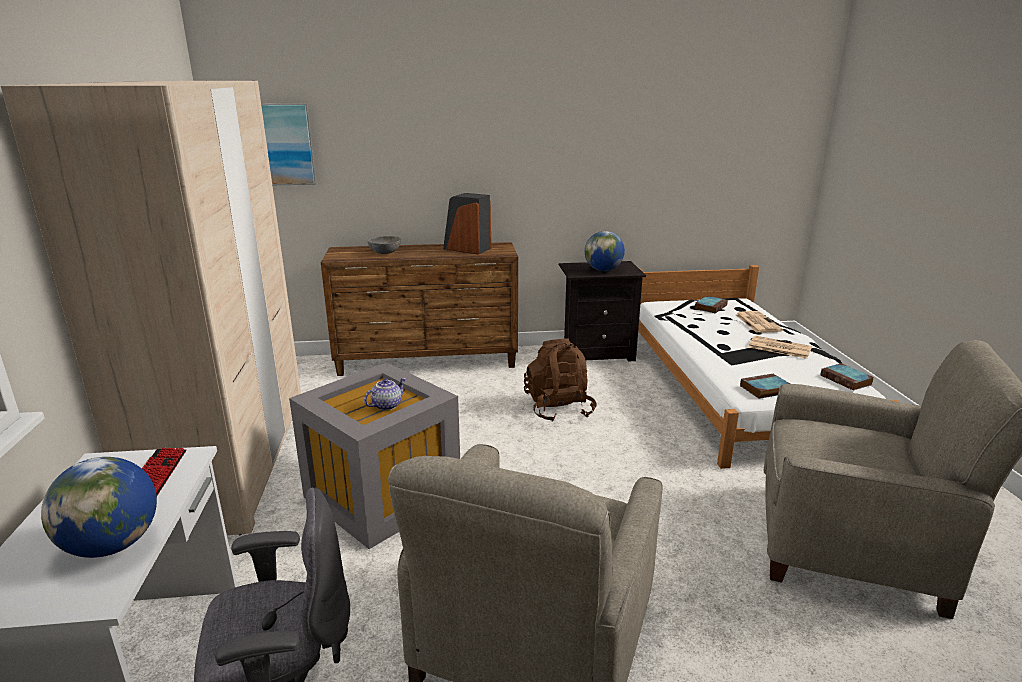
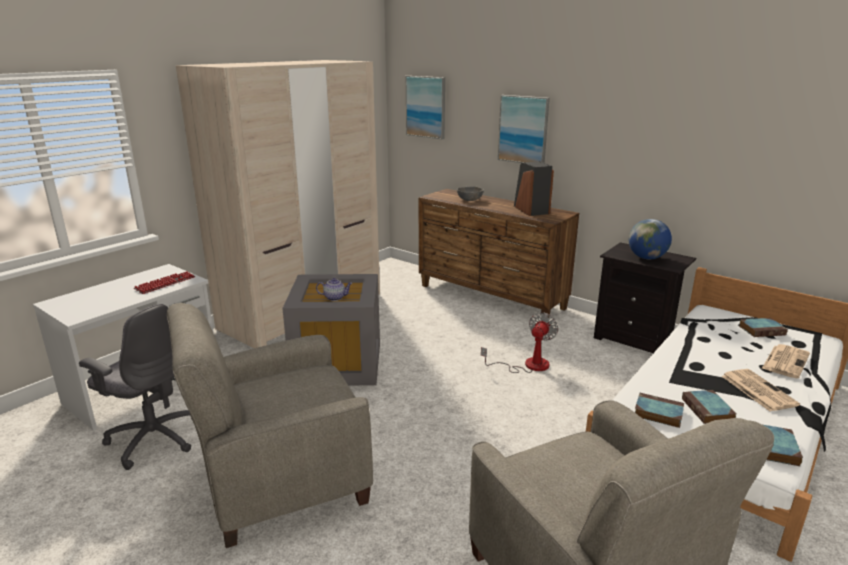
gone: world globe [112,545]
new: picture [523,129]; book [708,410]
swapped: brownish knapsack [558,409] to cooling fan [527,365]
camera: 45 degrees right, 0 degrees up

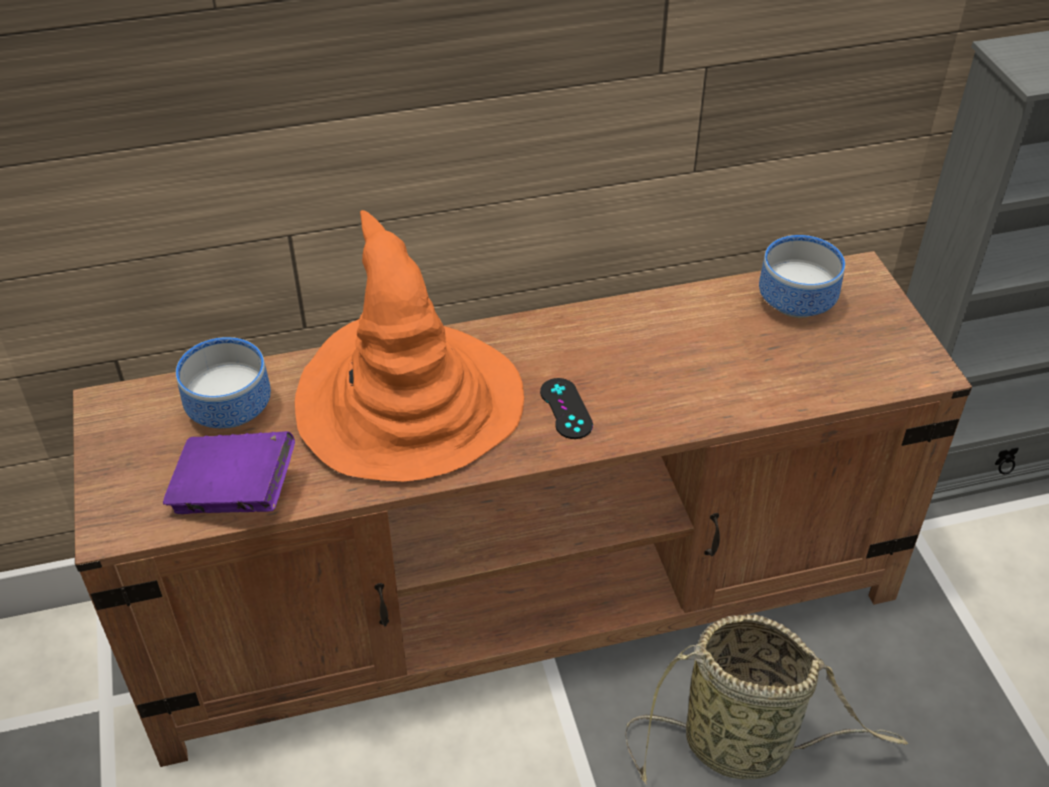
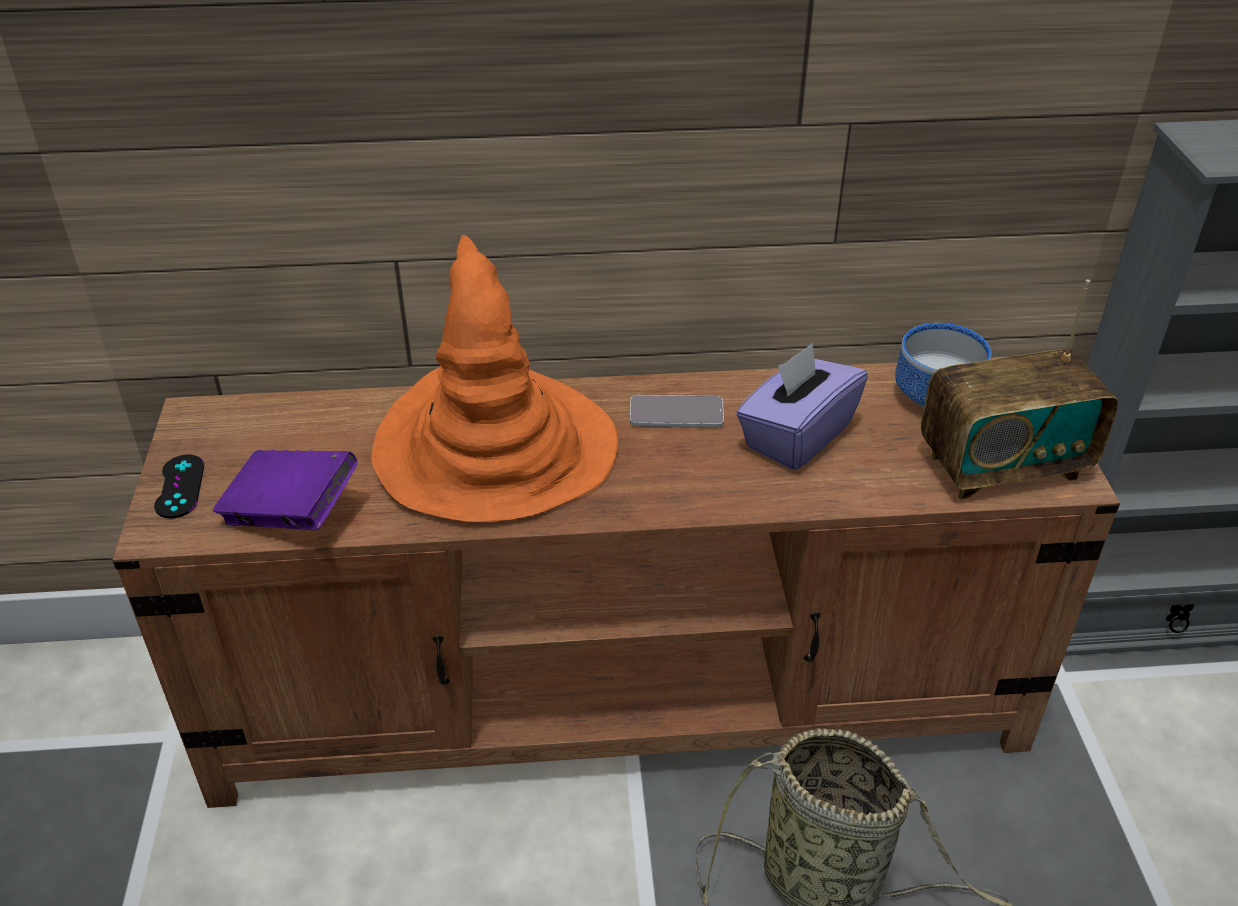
gone: bowl [233,408]
new: handset [676,413]; purplish tissue box [796,436]; radio receiver [1002,466]
shifted: black joypad [566,409] to [180,486]
camera: 10 degrees right, 5 degrees down

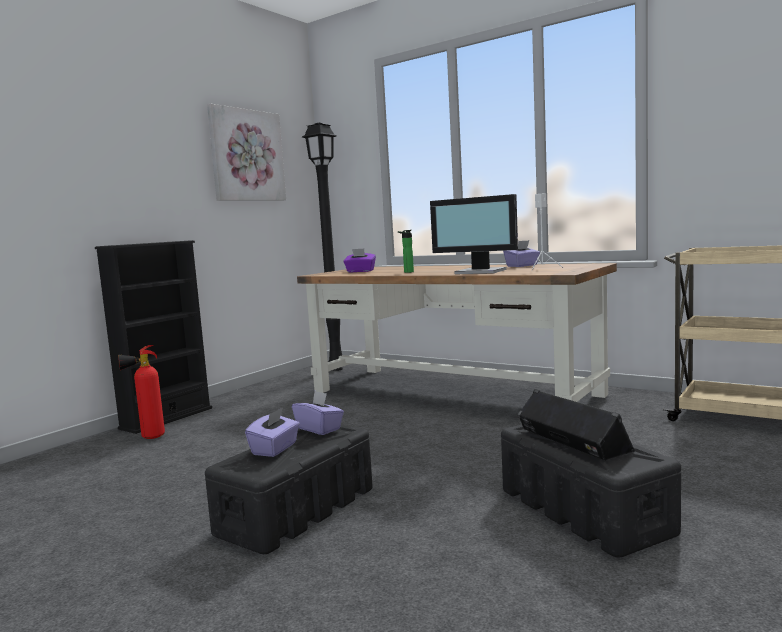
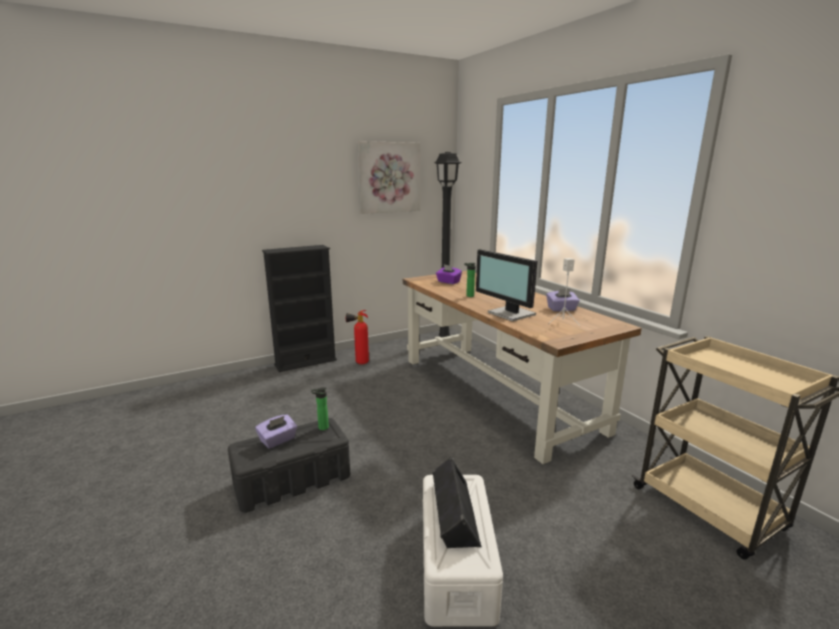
shifted: fire-fighting cylinder [147,438] to [359,363]
swapped: purplish tissue box [319,429] to drink bottle [321,428]
repainted: black storage container [584,511] to whitish storage container [456,564]
camera: 25 degrees right, 10 degrees up

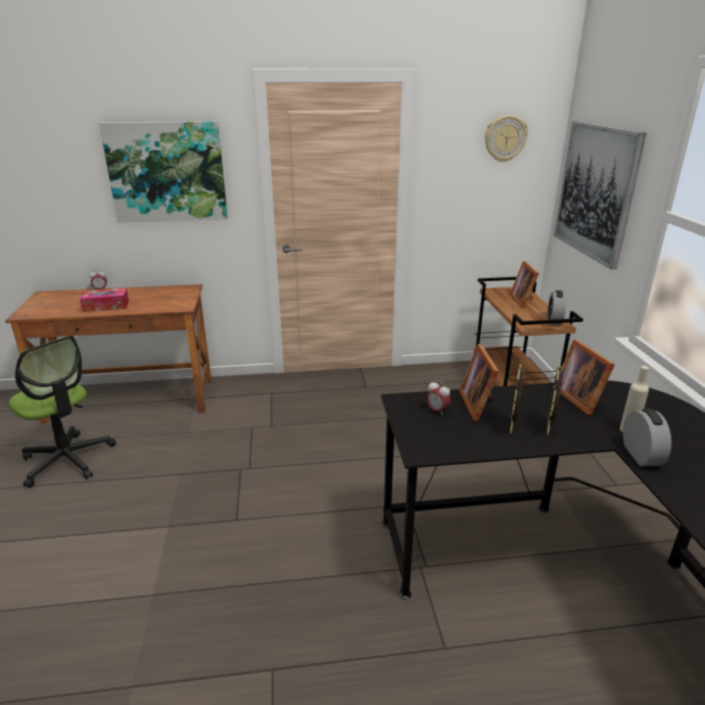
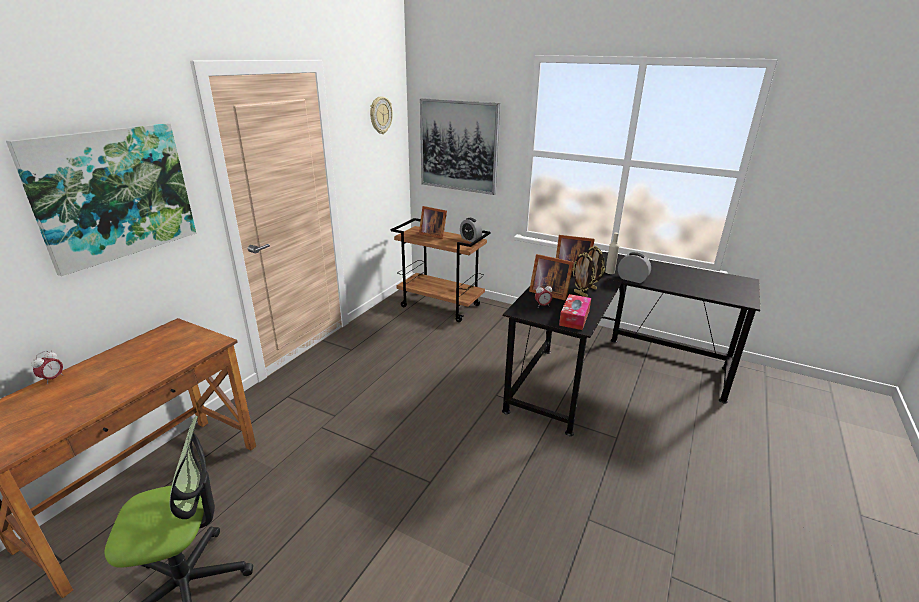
shifted: tissue box [106,306] to [574,318]
camera: 55 degrees left, 0 degrees up

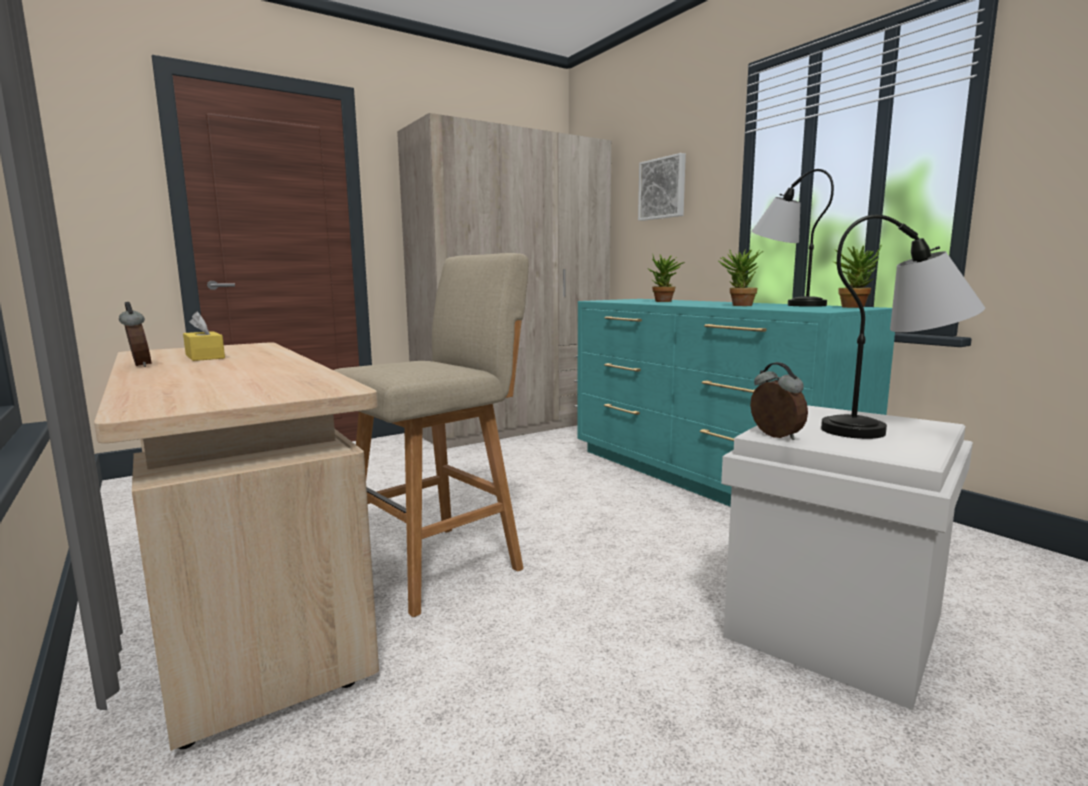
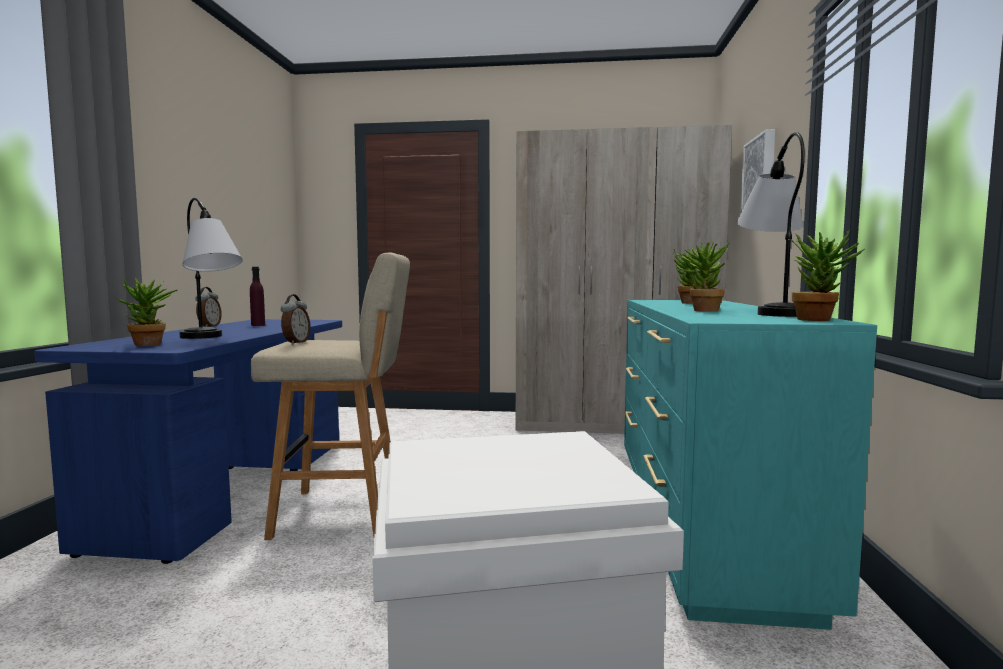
new: plant in a pot [150,345]
shifted: bedside clock [774,436] to [295,343]; tabletop lamp [895,431] to [209,338]
swapped: yellow-coloured tissue box [205,357] to purplish drink bottle [258,325]
repainted: beige desk unit [243,592] to blue-coloured desk unit [234,489]
camera: 40 degrees right, 5 degrees down

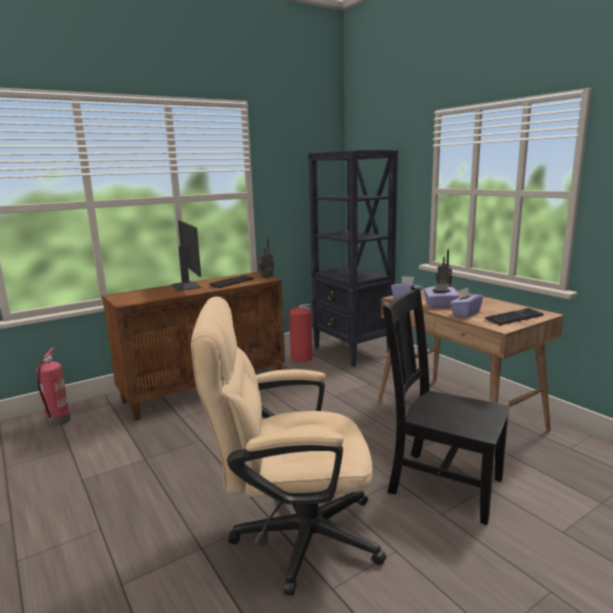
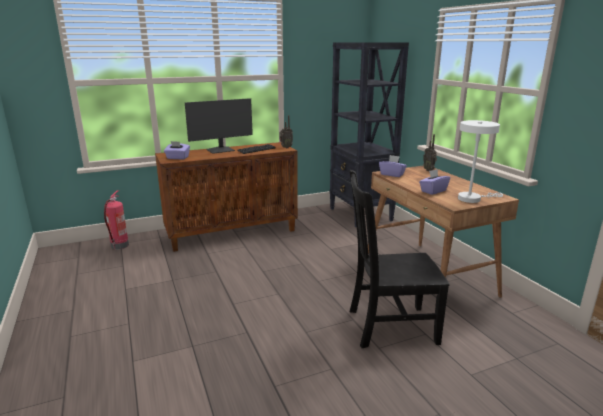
gone: beige desk chair [292,536]; fire-fighting cylinder [300,357]
shifted: purplish tissue box [440,306] to [177,158]
swapped: computer keyboard [514,318] to whitish tabletop lamp [472,198]
rotated: monitor [187,286] = [221,150] 75 degrees clockwise; black chair [441,483] = [388,326] 45 degrees counterclockwise
camera: 10 degrees right, 5 degrees up

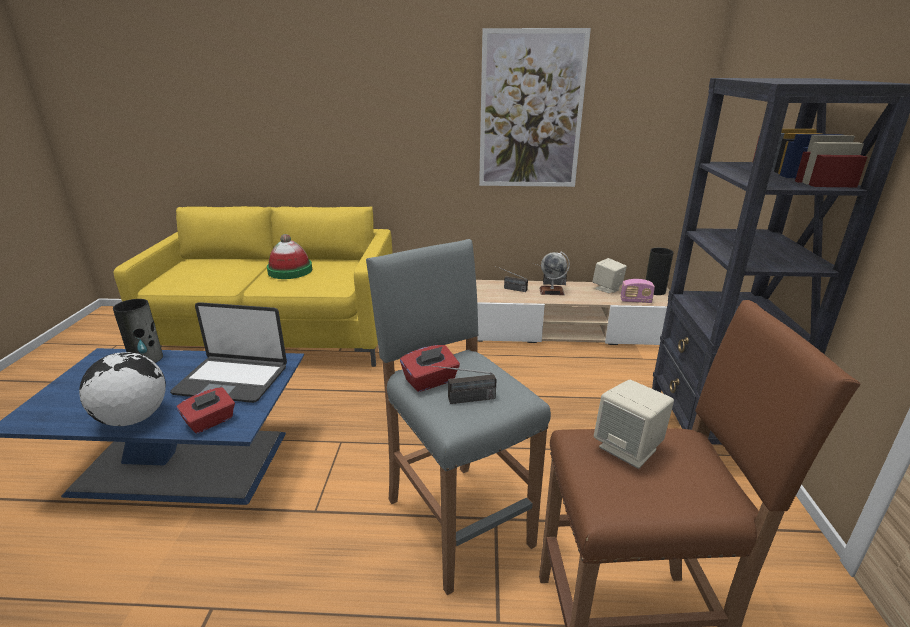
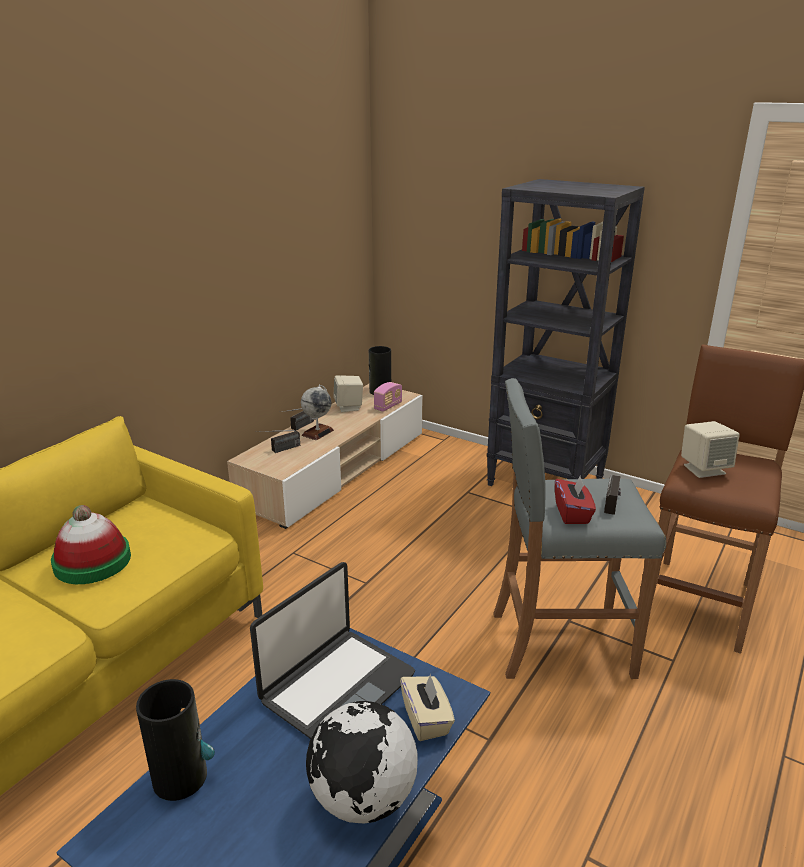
gone: picture [531,111]
repainted: reddish tissue box [210,421] to beige tissue box [426,720]
camera: 60 degrees left, 0 degrees up

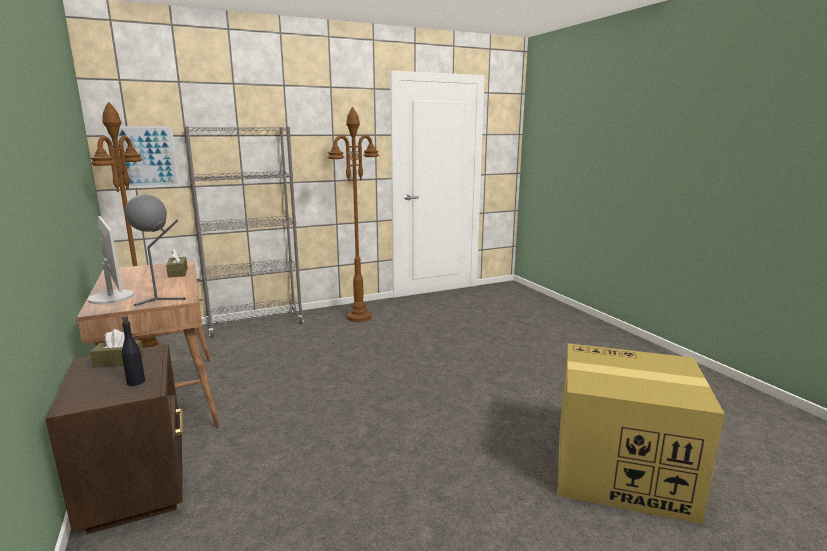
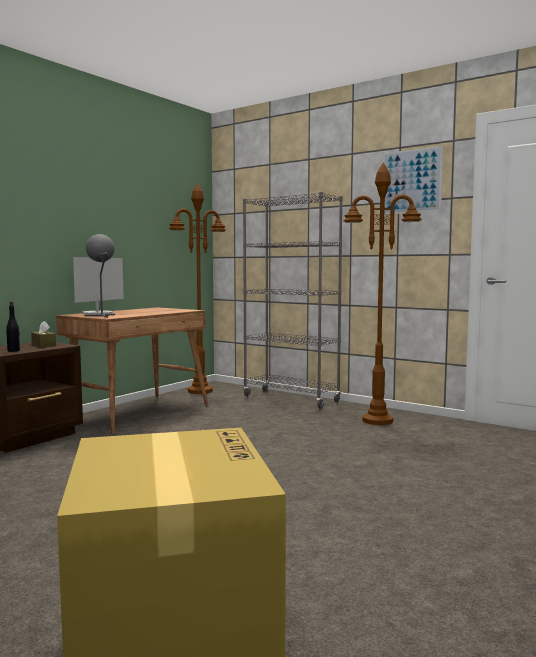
gone: brownish tissue box [178,273]
shifted: picture [143,157] to [411,181]
camera: 60 degrees right, 10 degrees down

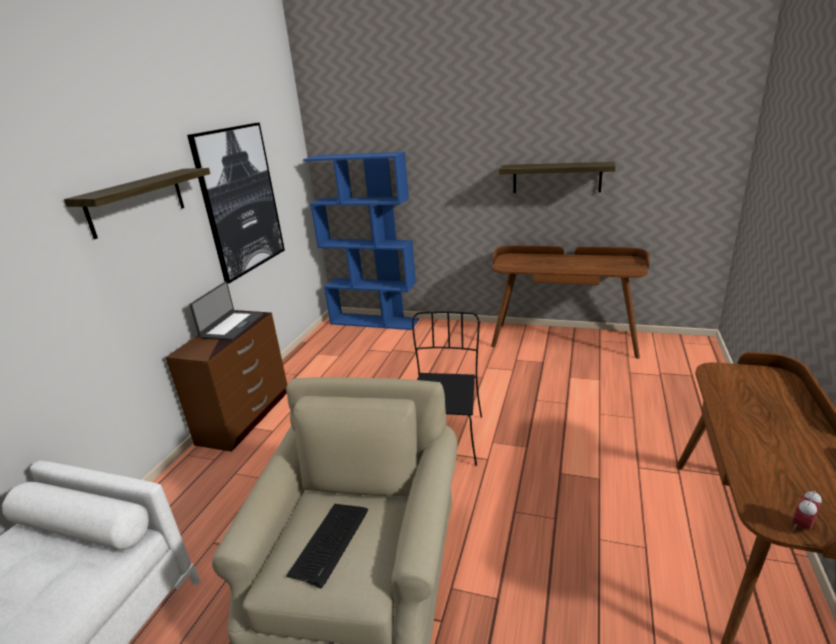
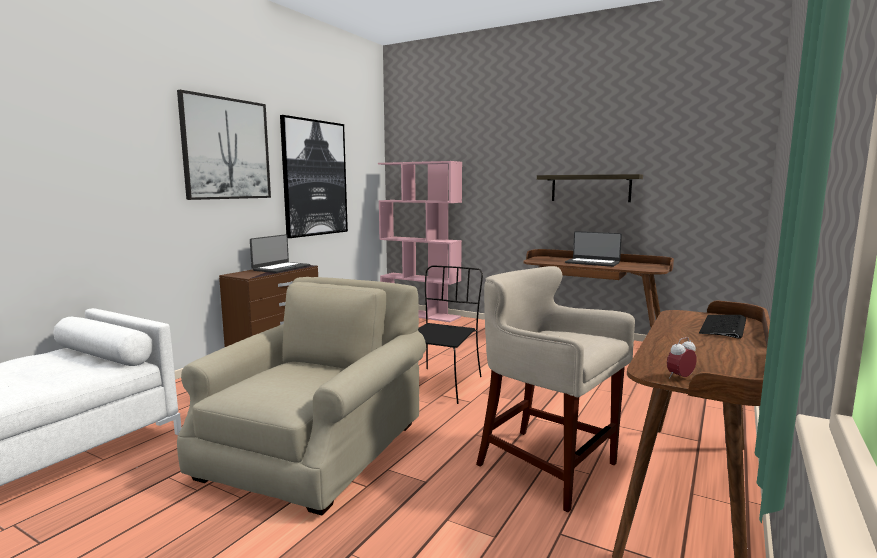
new: beige sitting stool [546,466]; notebook computer [592,262]
shifted: computer keyboard [330,543] to [724,327]
swapped: shelf [136,202] to picture [226,149]
repainted: blue-coloured shelving unit [375,321] to pinkish shelving unit [420,314]
camera: 10 degrees right, 15 degrees down

